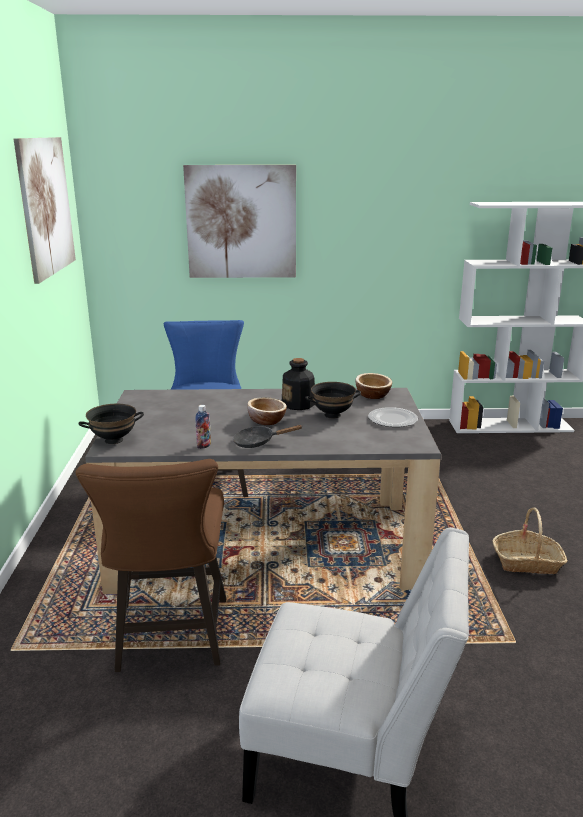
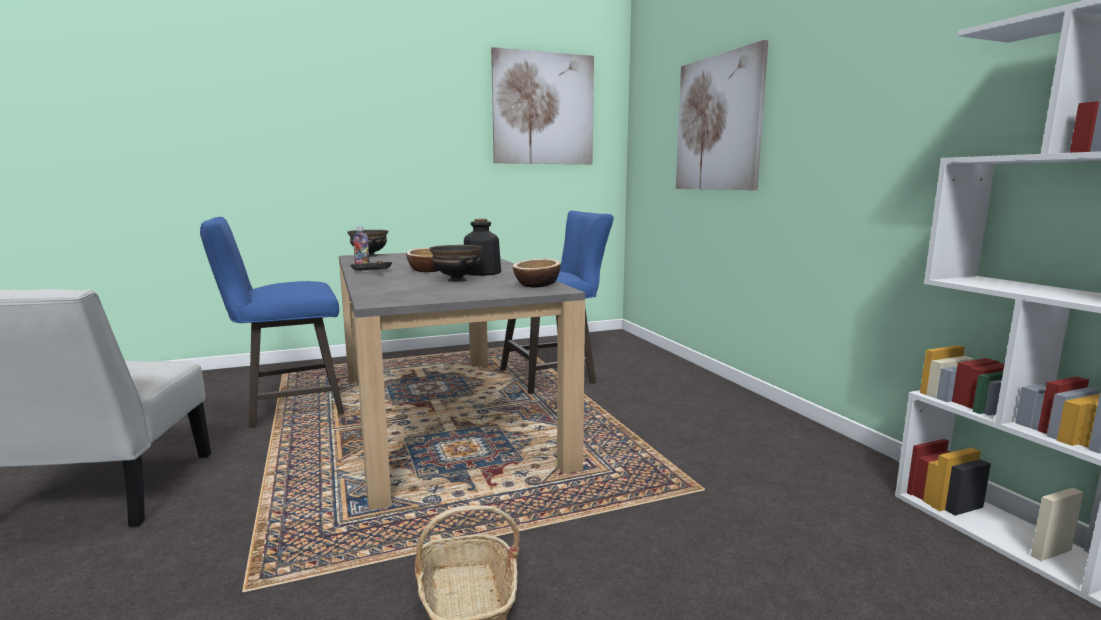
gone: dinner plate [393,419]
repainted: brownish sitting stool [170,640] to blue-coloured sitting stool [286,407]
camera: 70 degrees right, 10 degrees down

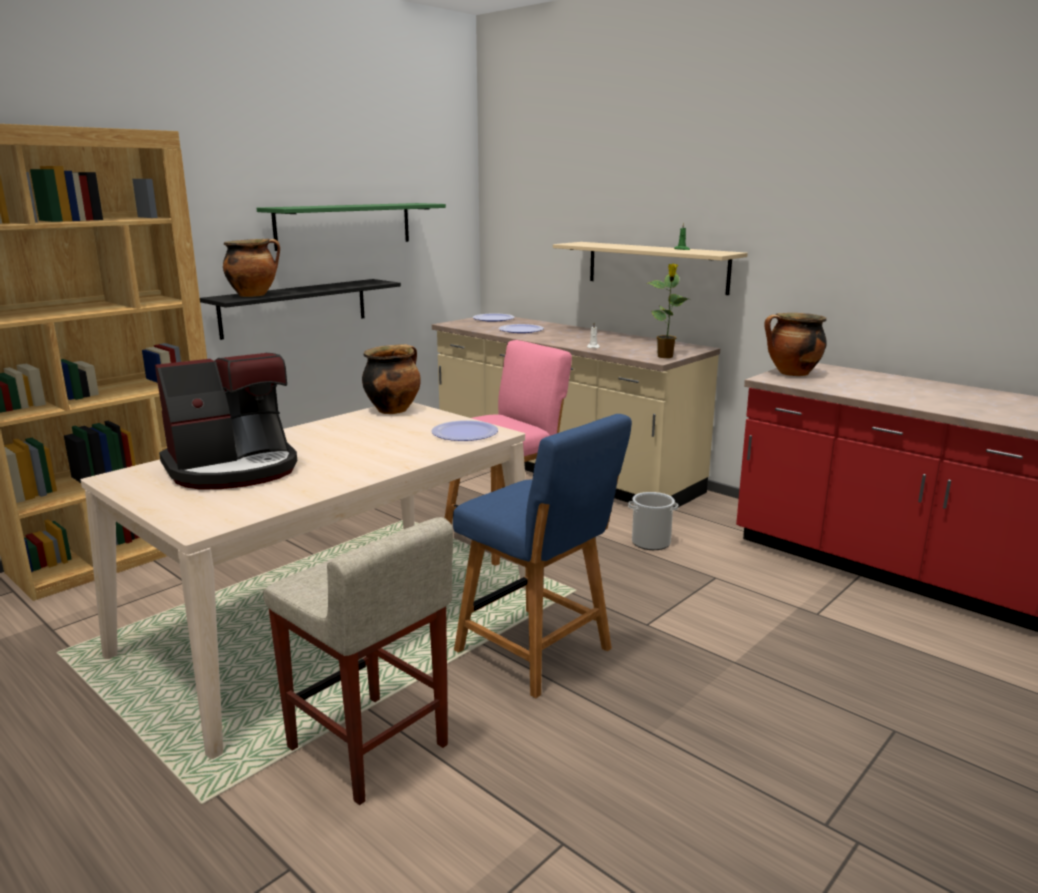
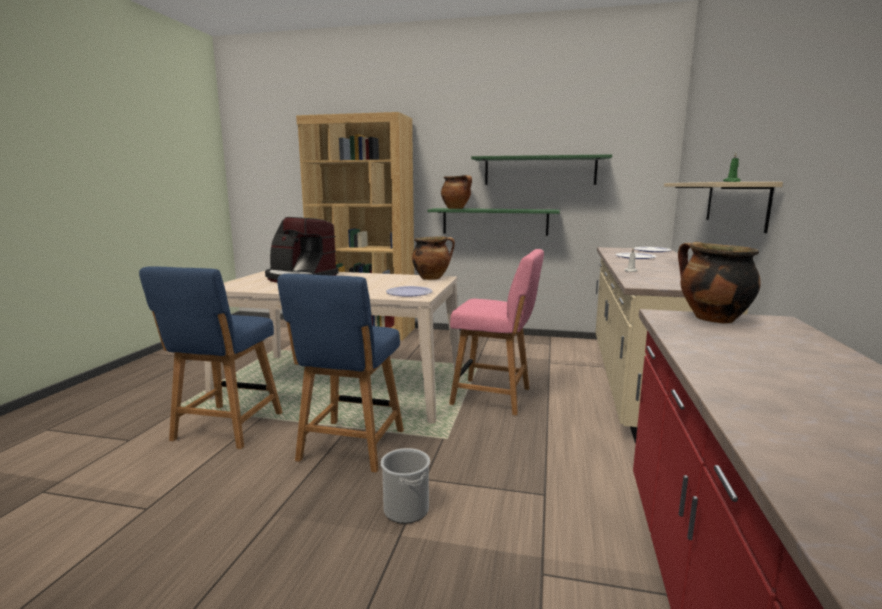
gone: plant in a pot [665,357]
shifted: pail [651,542] to [406,509]
swapped: beige sitting stool [369,748] to blue-coloured chair [225,429]
repainted: black shelf [295,307] to green-coloured shelf [495,221]
camera: 60 degrees right, 5 degrees down

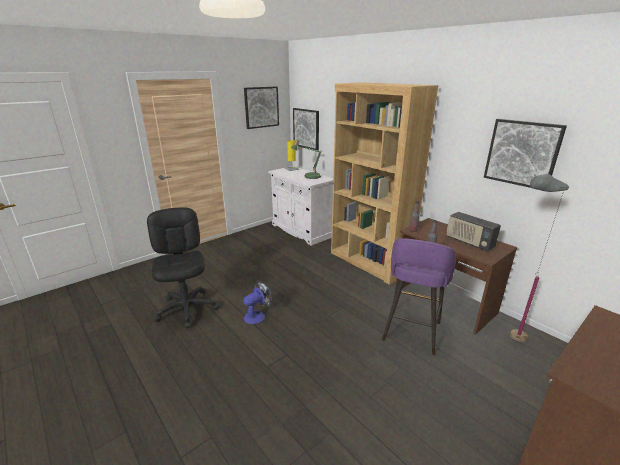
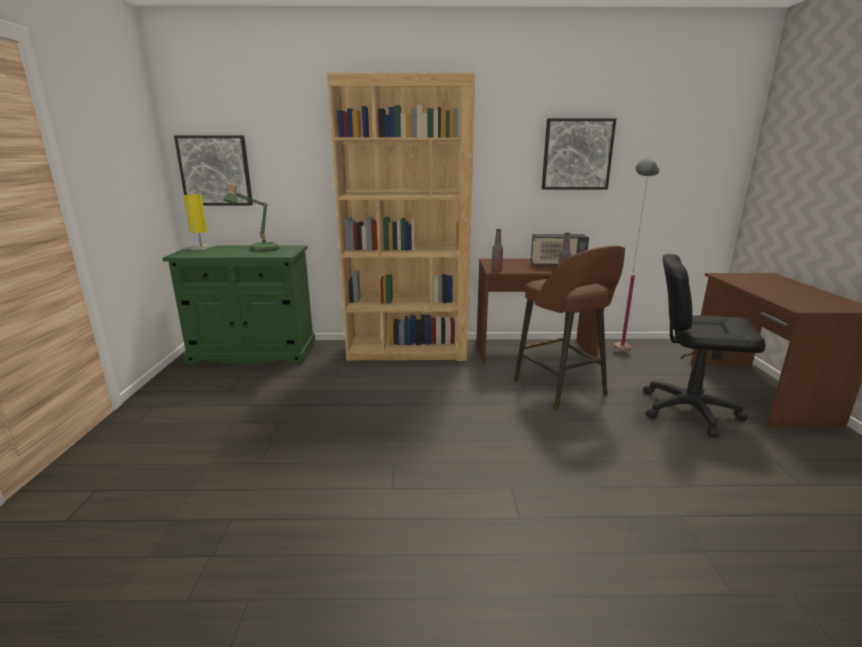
gone: cooling fan [257,315]; picture [261,107]
shifted: black desk chair [187,309] to [688,410]
repainted: whitish cabinet [301,230] to green-coloured cabinet [253,353]; purplish sitting stool [411,332] to brownish sitting stool [561,389]
camera: 50 degrees left, 5 degrees down

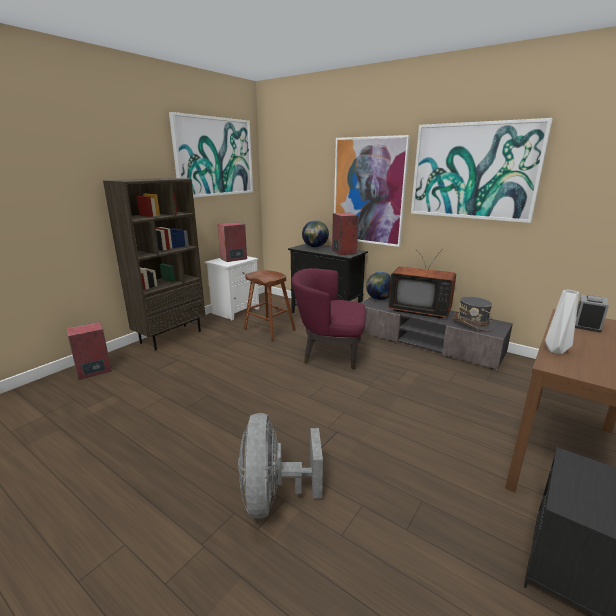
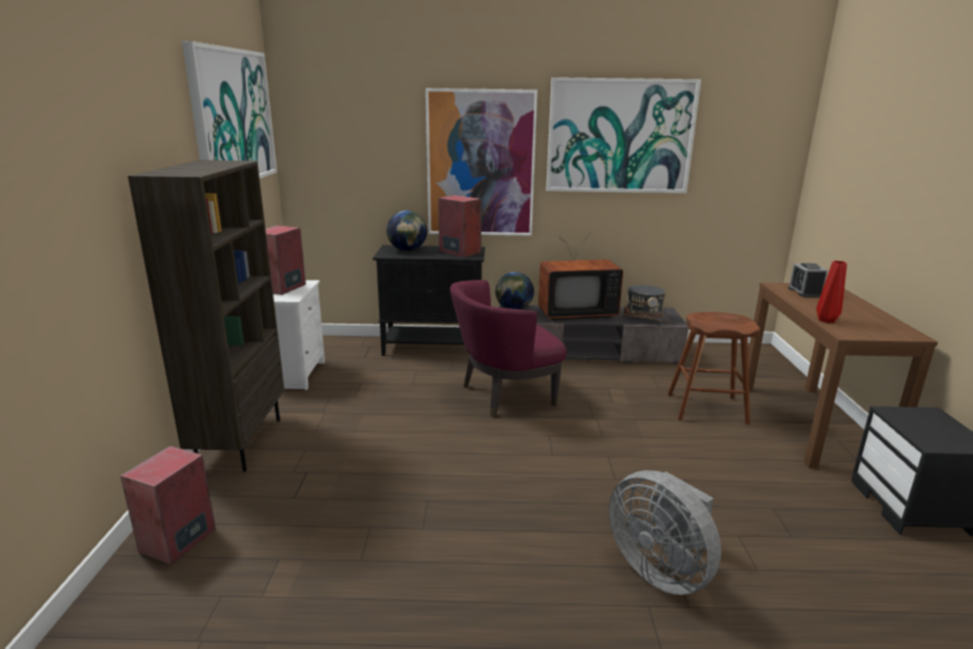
shifted: brownish sitting stool [269,330] to [706,408]
repainted: whitish vase [554,350] to reddish vase [825,321]
camera: 35 degrees left, 0 degrees up

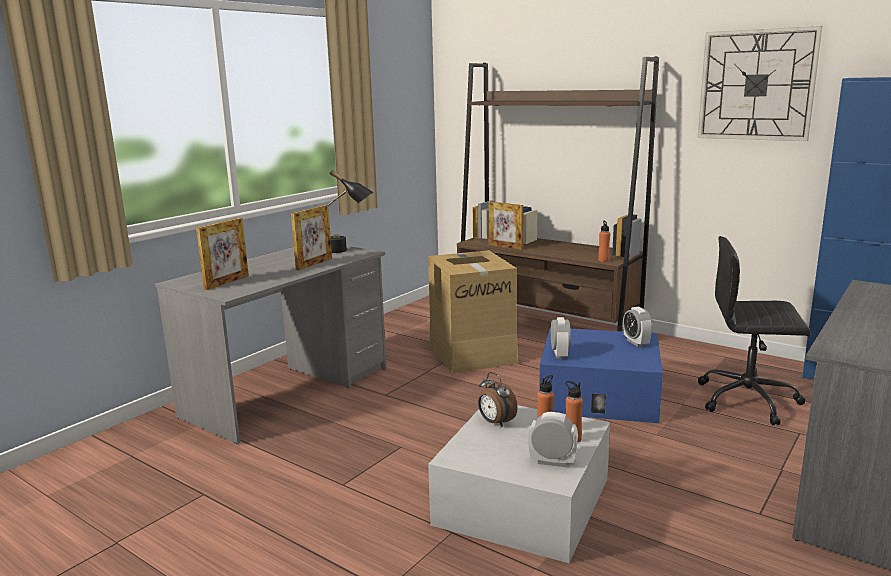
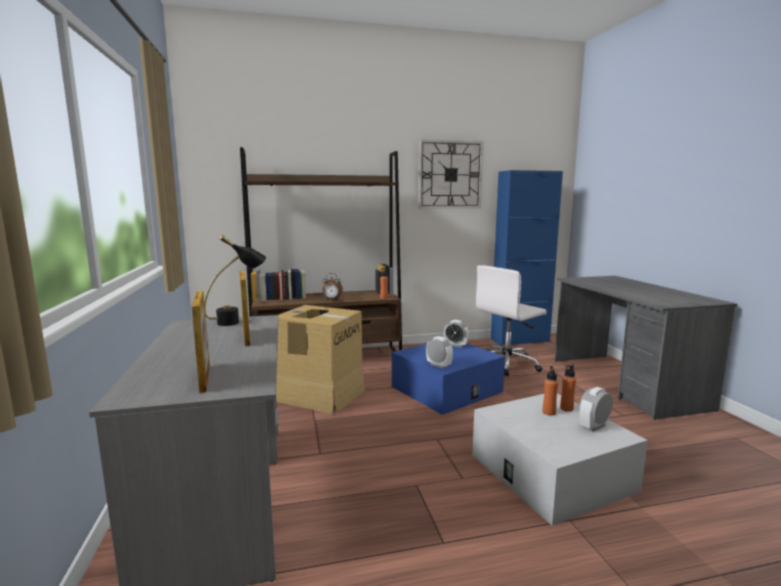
gone: picture frame [505,246]
shifted: bedside clock [495,422] to [332,300]
repainted: black desk chair [749,400] to whitish desk chair [507,364]
camera: 50 degrees left, 5 degrees down

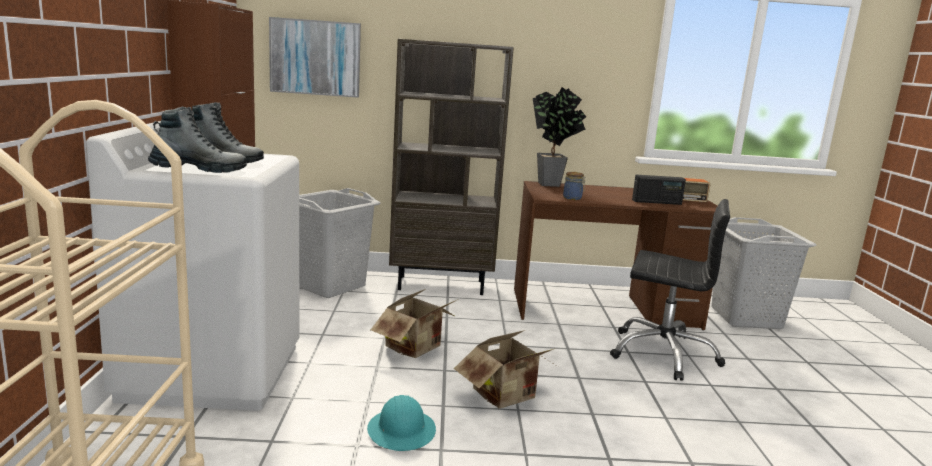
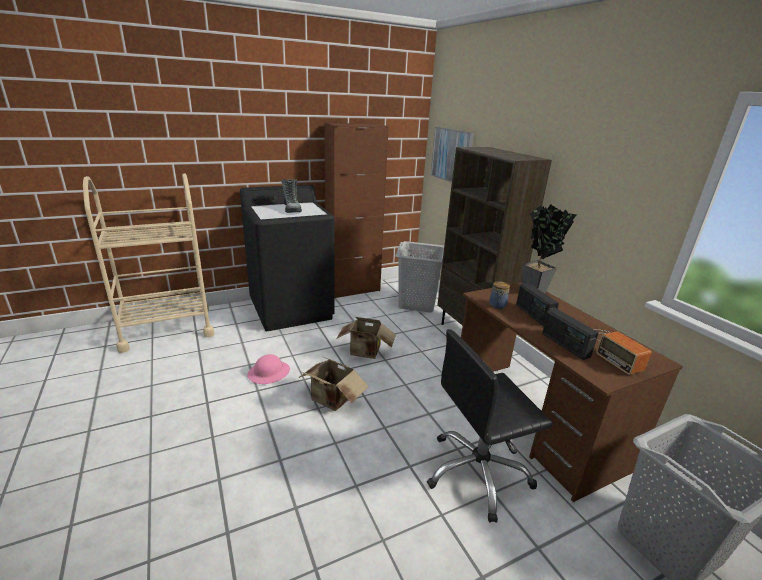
gone: high-top boot [199,170]
new: radio receiver [533,315]
repainted: whitish laundry appliance [213,371] to black laundry appliance [292,309]; turquoise-coloured work helmet [402,431] to pinkish work helmet [269,373]
rotated: black desk chair [663,353] = [477,473] 75 degrees clockwise
camera: 65 degrees right, 10 degrees up

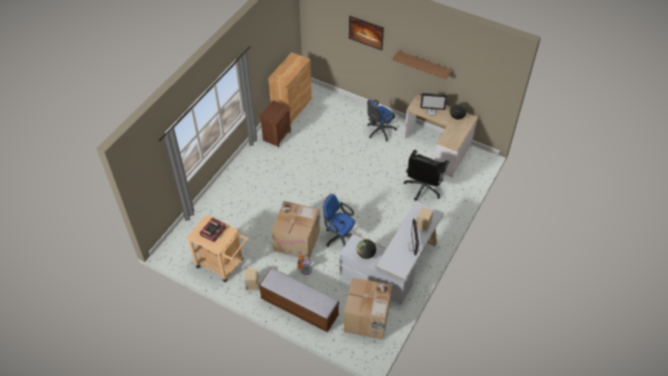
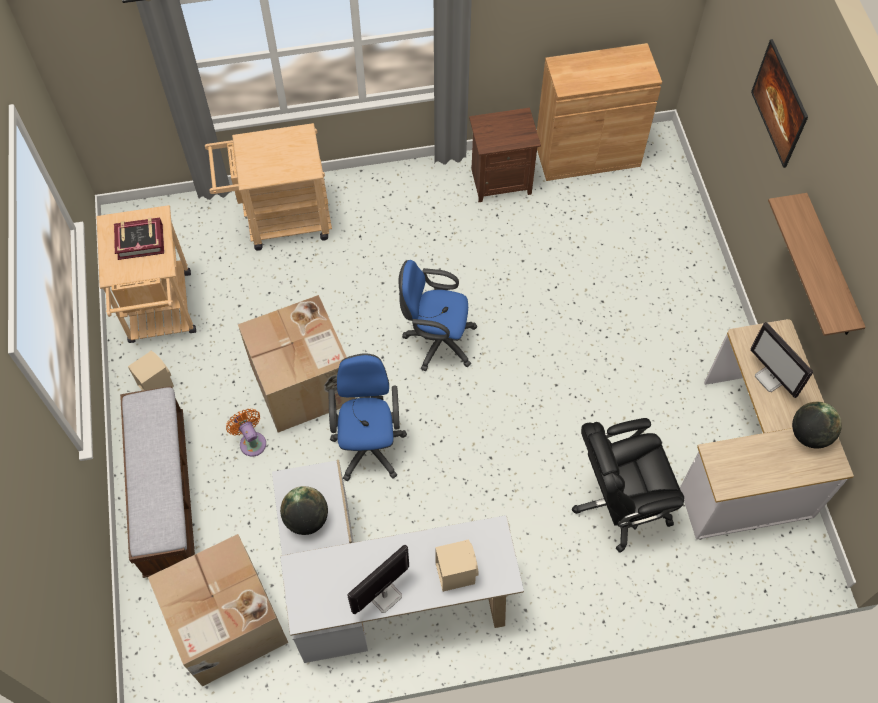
new: beige cart [279,221]
shifted: blue-coloured desk chair [379,131] to [436,341]
camera: 50 degrees right, 10 degrees up

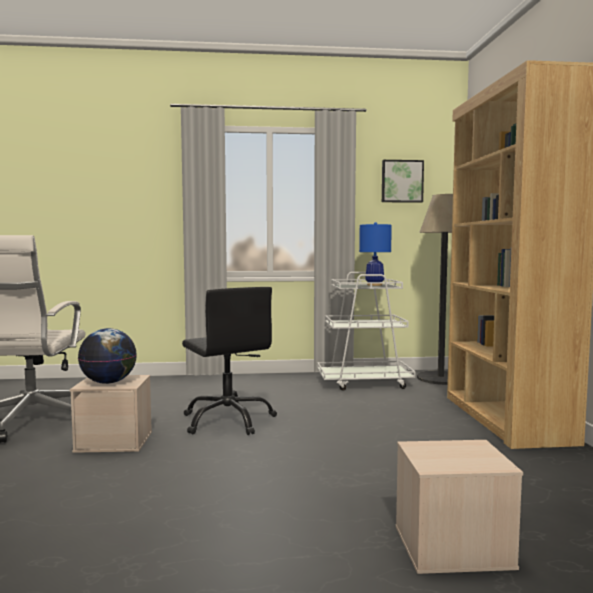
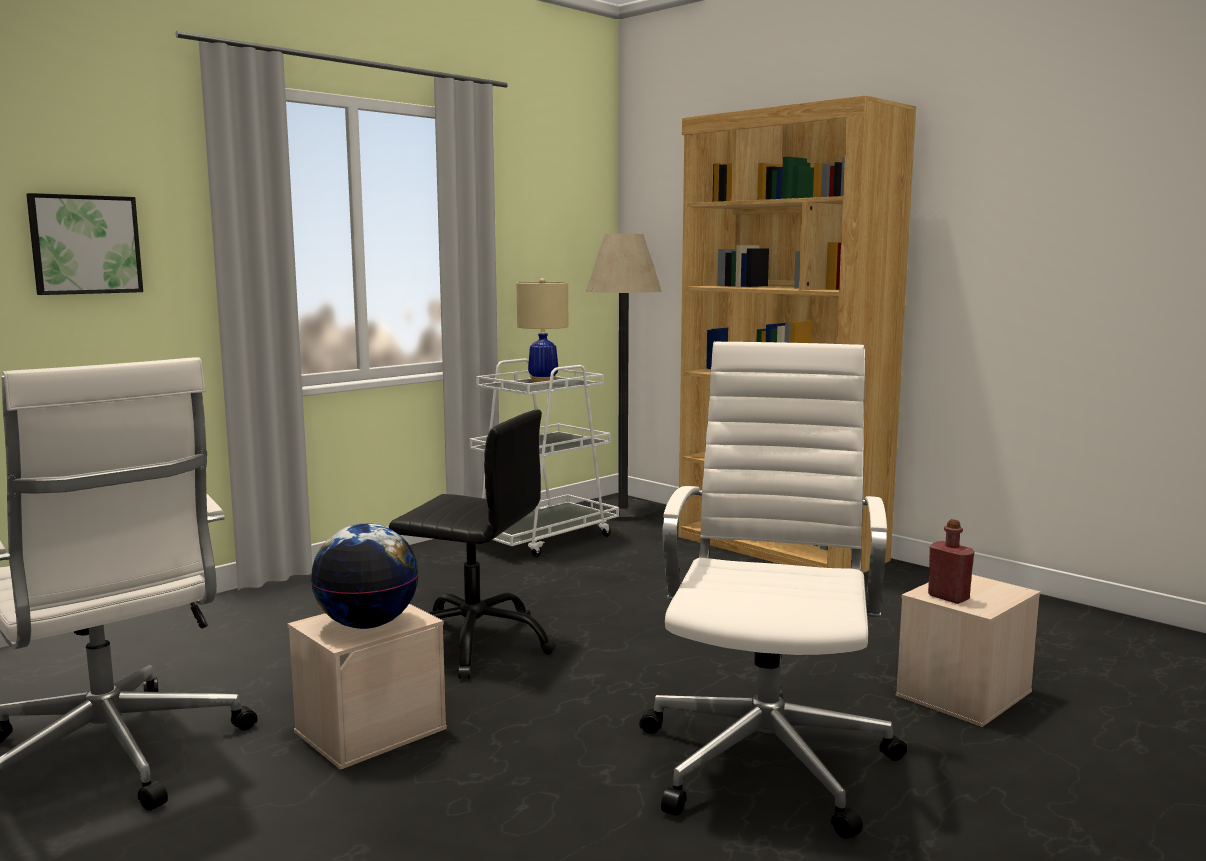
new: whitish desk chair [768,758]; reddish drink bottle [948,597]
shifted: picture [401,181] to [85,244]
repainted: blue-coloured tabletop lamp [374,285] to beige tabletop lamp [543,380]
camera: 40 degrees left, 5 degrees up

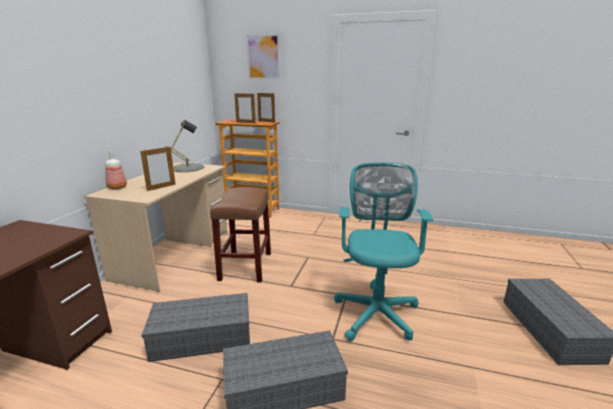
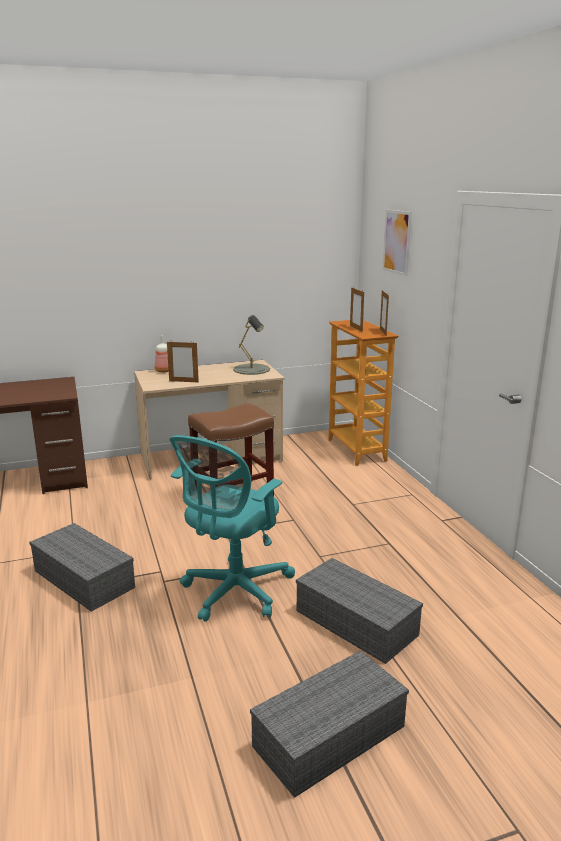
shifted: greyish storage container [204,337] to [358,623]
rotated: turquoise-coloured desk chair [376,311] = [233,592] 150 degrees clockwise
camera: 55 degrees right, 0 degrees up

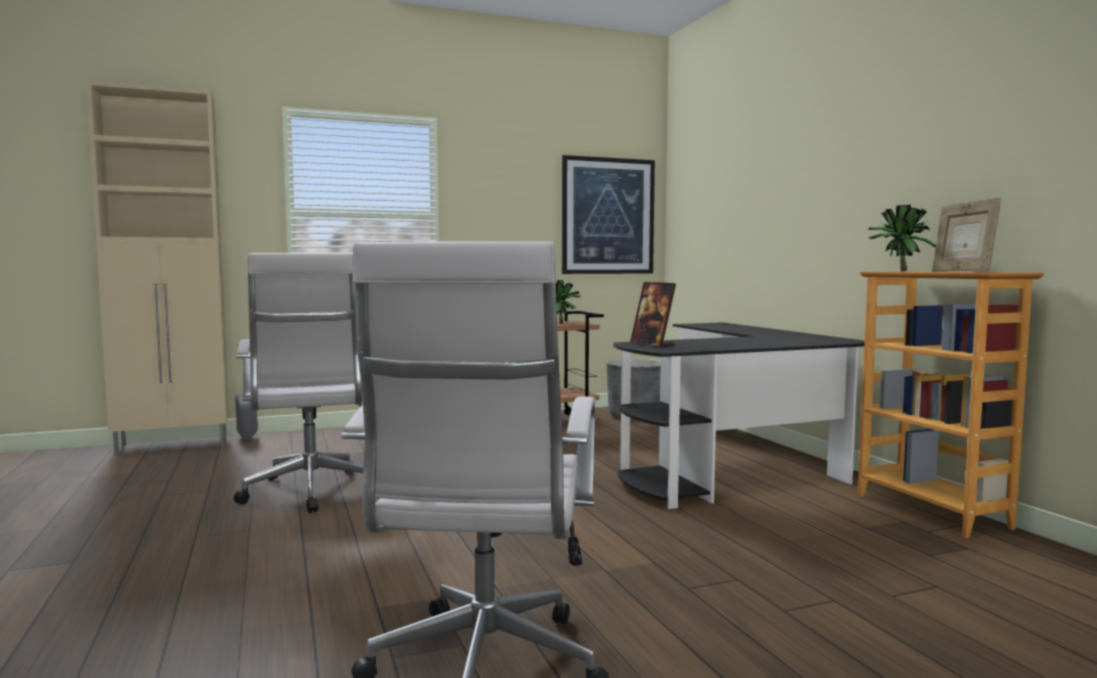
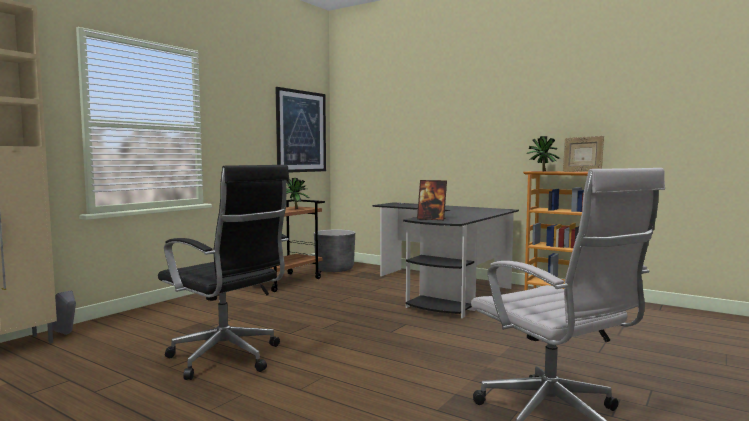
repainted: whitish desk chair [311,493] to black desk chair [228,359]
camera: 35 degrees left, 0 degrees up

